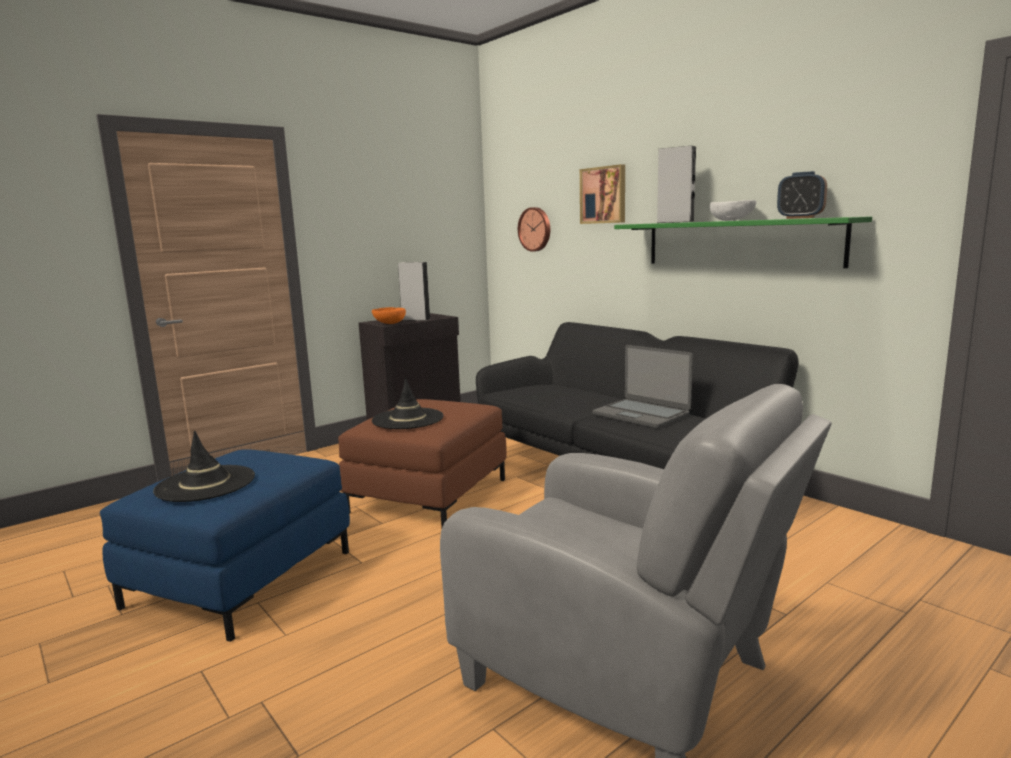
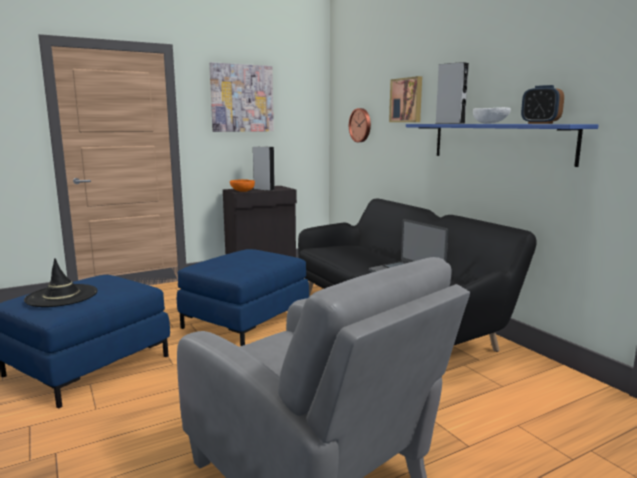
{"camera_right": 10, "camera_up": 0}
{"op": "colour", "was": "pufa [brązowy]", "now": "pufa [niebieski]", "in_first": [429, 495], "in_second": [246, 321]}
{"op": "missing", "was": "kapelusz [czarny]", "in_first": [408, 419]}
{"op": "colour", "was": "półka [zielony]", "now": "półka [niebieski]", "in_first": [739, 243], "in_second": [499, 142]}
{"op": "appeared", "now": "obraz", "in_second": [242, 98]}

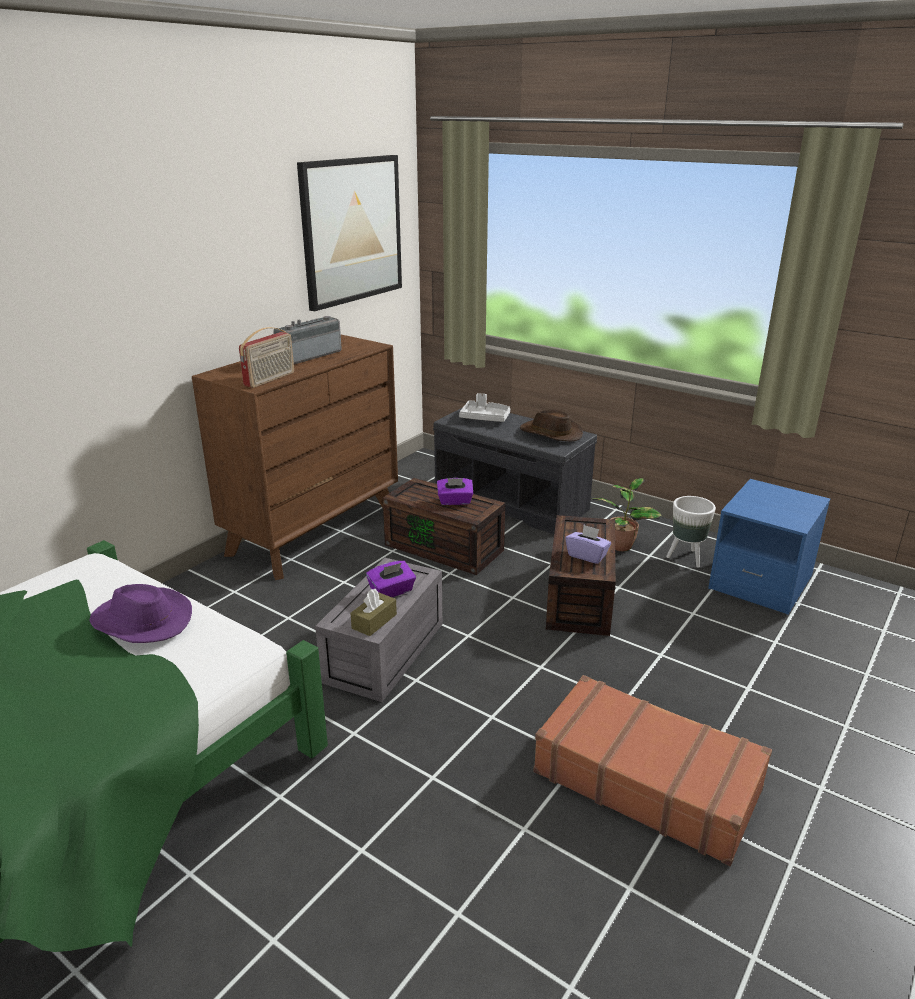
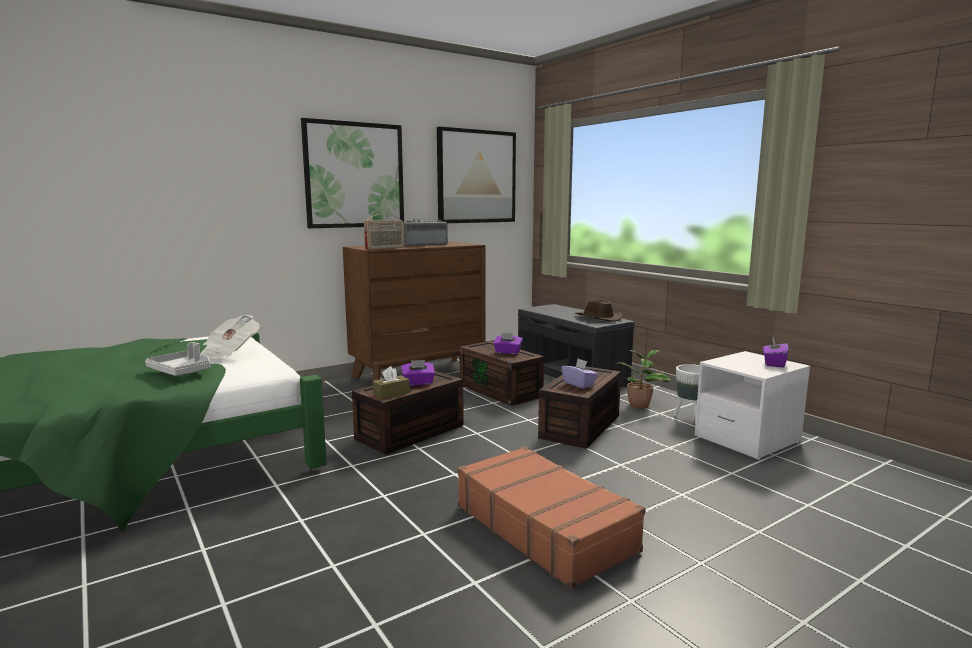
{"camera_right": 20, "camera_up": -15}
{"op": "exchanged", "was": "kapelusz [fioletowy]", "now": "gazeta", "in_first": [141, 621], "in_second": [229, 352]}
{"op": "colour", "was": "pojemnik do przechowywania [szary]", "now": "pojemnik do przechowywania [brązowy]", "in_first": [385, 654], "in_second": [410, 433]}
{"op": "relocated", "was": "taca [szary]", "in_first": [485, 418], "in_second": [182, 371]}
{"op": "colour", "was": "szafka nocna [niebieski]", "now": "szafka nocna [biały]", "in_first": [760, 583], "in_second": [747, 439]}
{"op": "appeared", "now": "obraz", "in_second": [354, 175]}
{"op": "appeared", "now": "pudełko chusteczek [fioletowy]", "in_second": [773, 363]}

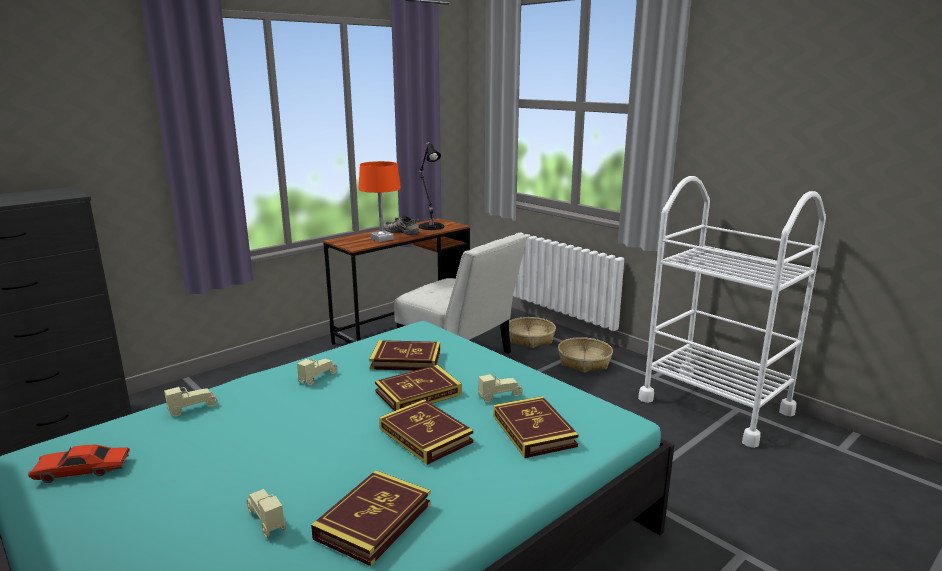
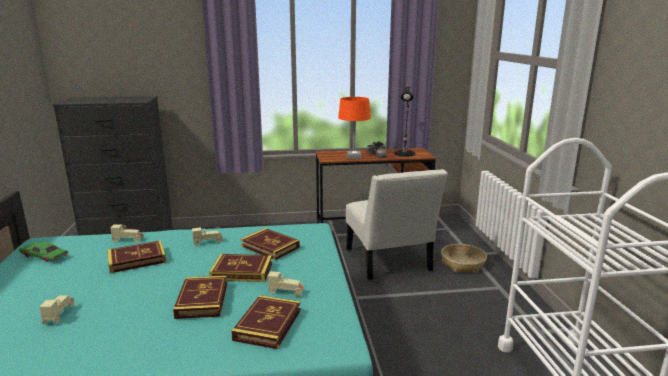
{"camera_right": 35, "camera_up": 0}
{"op": "colour", "was": "samochodzik [czerwony]", "now": "samochodzik [zielony]", "in_first": [83, 471], "in_second": [44, 256]}
{"op": "relocated", "was": "książka", "in_first": [373, 521], "in_second": [137, 260]}
{"op": "missing", "was": "koszyk", "in_first": [584, 361]}

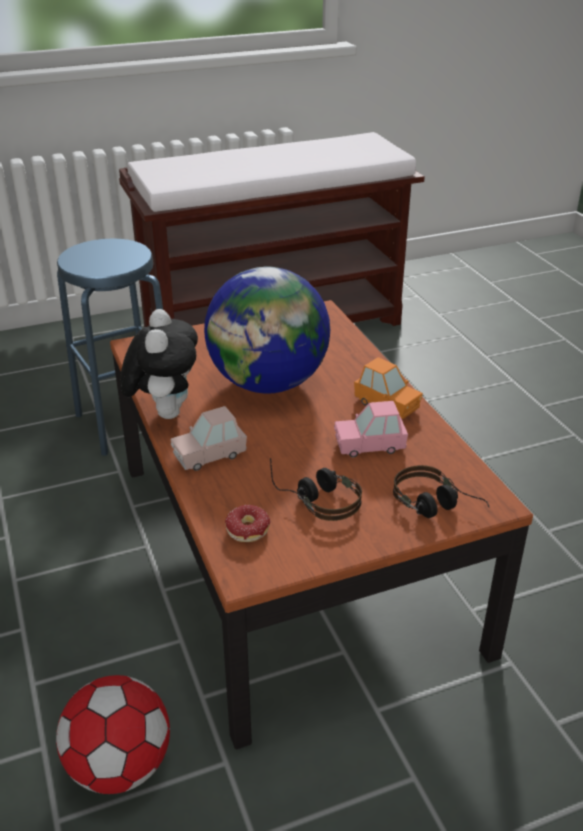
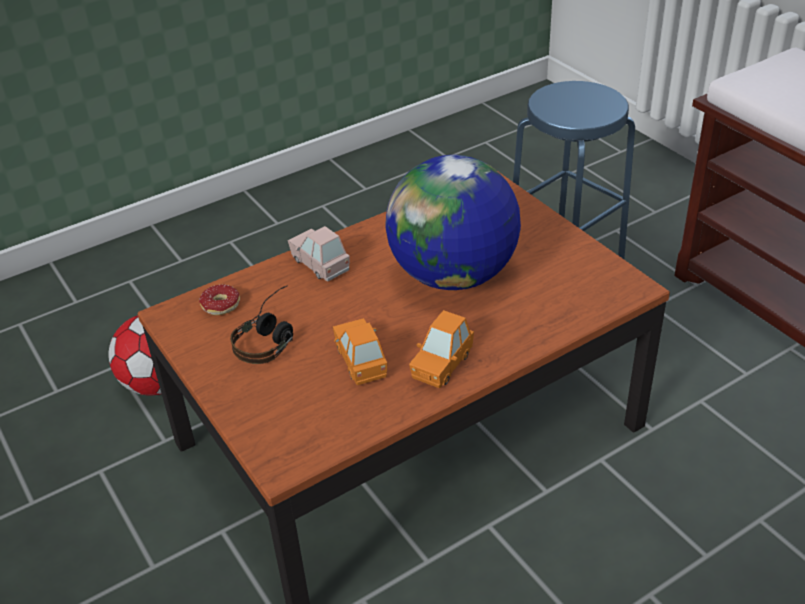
{"camera_right": 80, "camera_up": 5}
{"op": "missing", "was": "pluszak", "in_first": [164, 412]}
{"op": "colour", "was": "samochodzik [różowy]", "now": "samochodzik [pomarańczowy]", "in_first": [369, 446], "in_second": [360, 361]}
{"op": "missing", "was": "słuchawki", "in_first": [437, 508]}

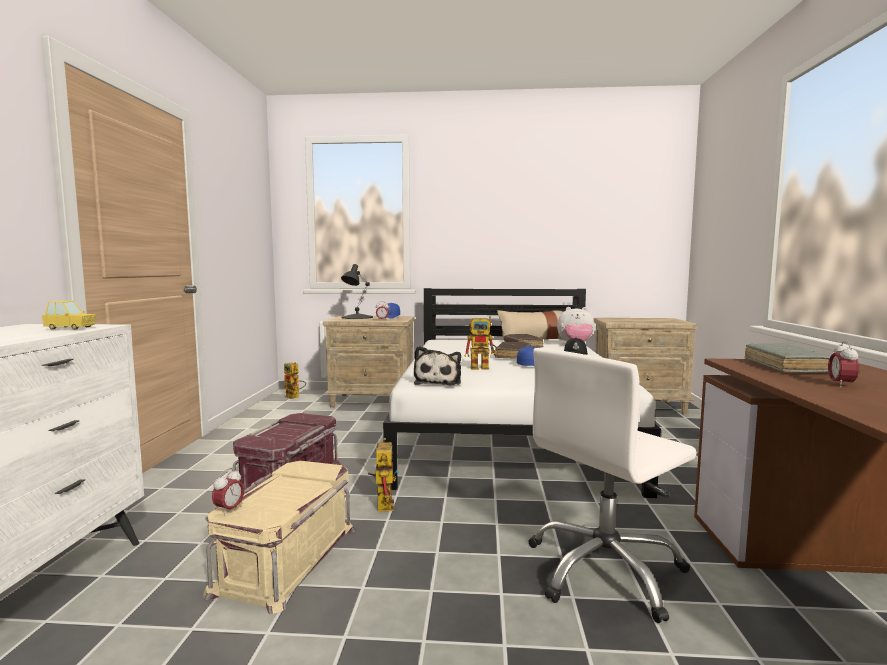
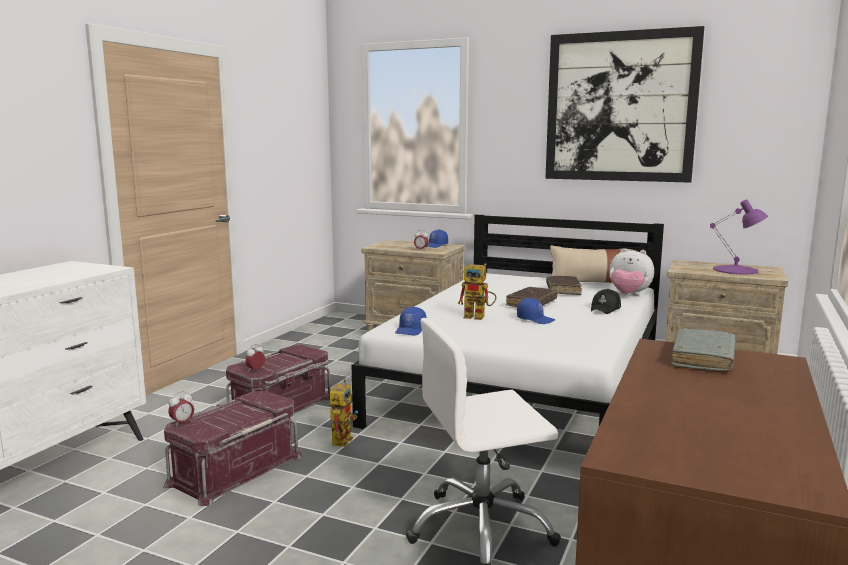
{"camera_right": 20, "camera_up": 5}
{"op": "missing", "was": "samochodzik [żółty]", "in_first": [70, 328]}
{"op": "colour", "was": "pojemnik do przechowywania [beżowy]", "now": "pojemnik do przechowywania [czerwony]", "in_first": [285, 558], "in_second": [234, 469]}
{"op": "missing", "was": "robot zabawkowy", "in_first": [295, 397]}
{"op": "missing", "was": "lampa stołowa [czarny]", "in_first": [356, 317]}
{"op": "exchanged", "was": "pluszak", "now": "czapka z daszkiem [niebieski]", "in_first": [438, 382], "in_second": [411, 330]}
{"op": "relocated", "was": "budzik", "in_first": [841, 385], "in_second": [255, 370]}
{"op": "appeared", "now": "obraz", "in_second": [620, 107]}
{"op": "appeared", "now": "lampa stołowa [fioletowy]", "in_second": [736, 270]}

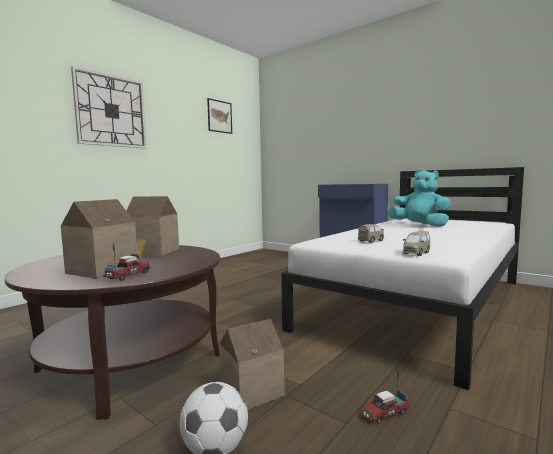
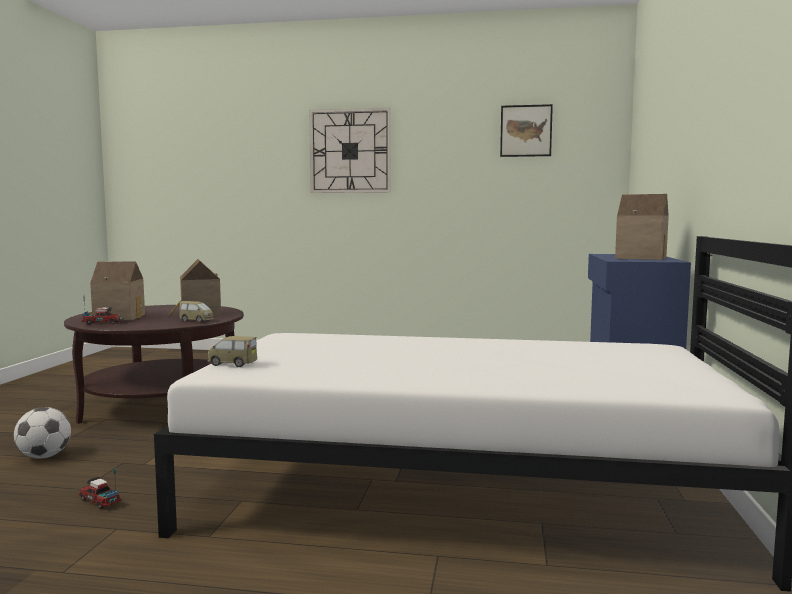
{"camera_right": 60, "camera_up": 0}
{"op": "relocated", "was": "domek", "in_first": [249, 390], "in_second": [640, 258]}
{"op": "relocated", "was": "samochodzik", "in_first": [371, 241], "in_second": [196, 321]}
{"op": "missing", "was": "pluszak [turkusowy]", "in_first": [420, 225]}

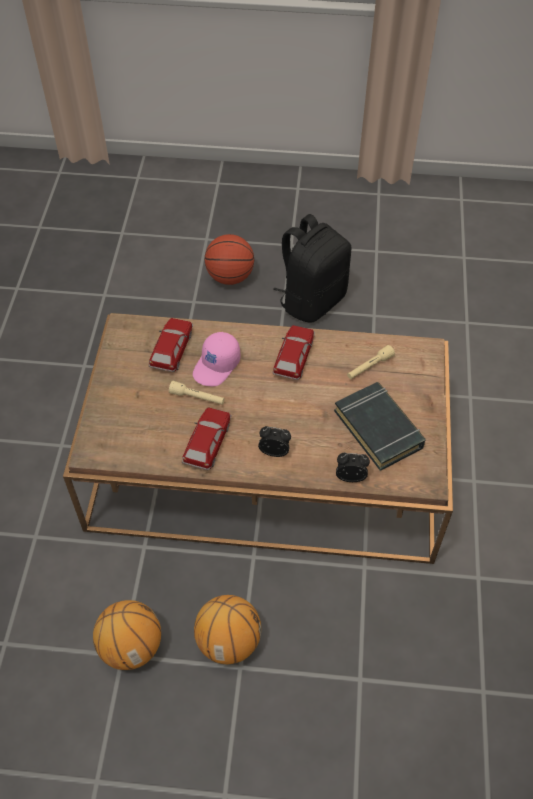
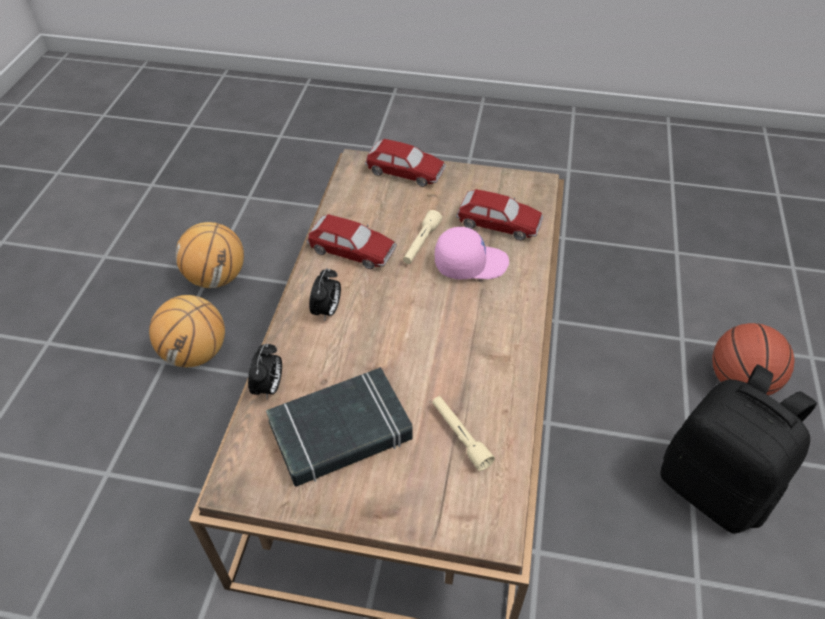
{"camera_right": 95, "camera_up": -5}
{"op": "spun", "was": "czapka z daszkiem [różowy]", "in_first": [217, 366], "in_second": [470, 263], "clockwise": 135}
{"op": "relocated", "was": "samochodzik", "in_first": [294, 357], "in_second": [405, 172]}

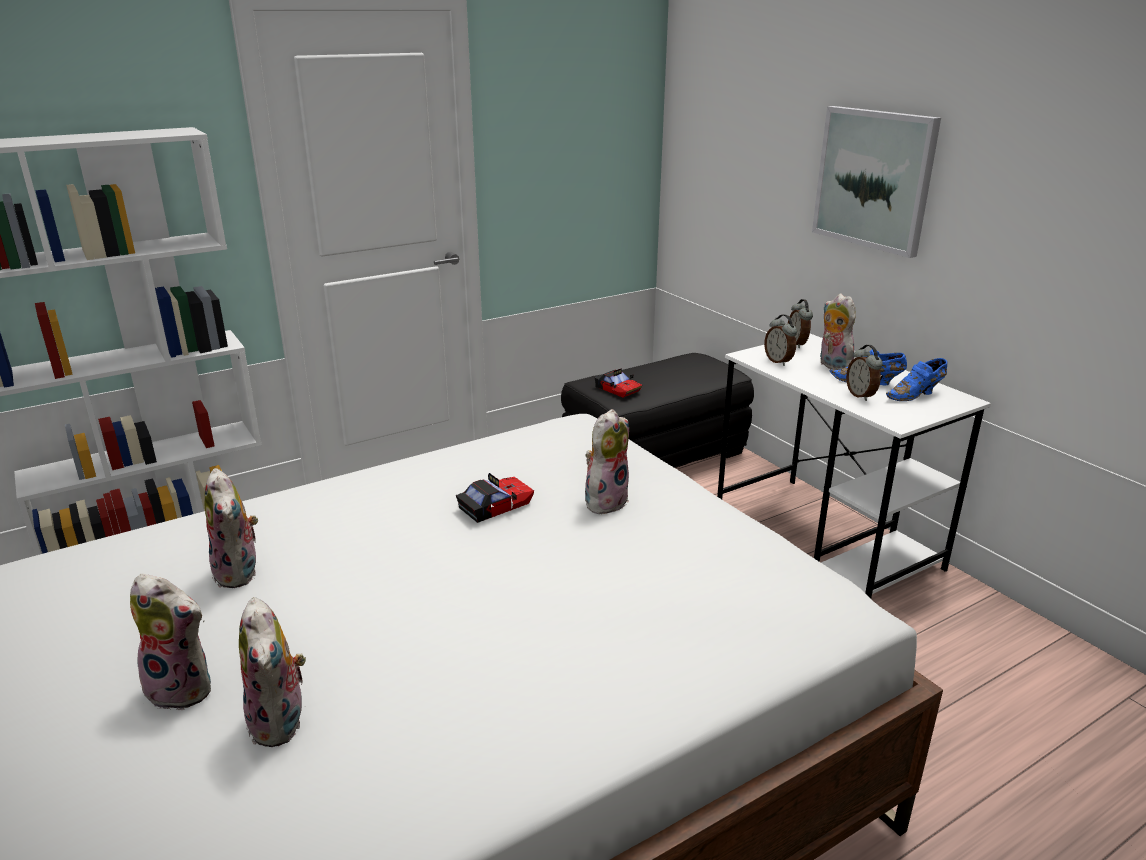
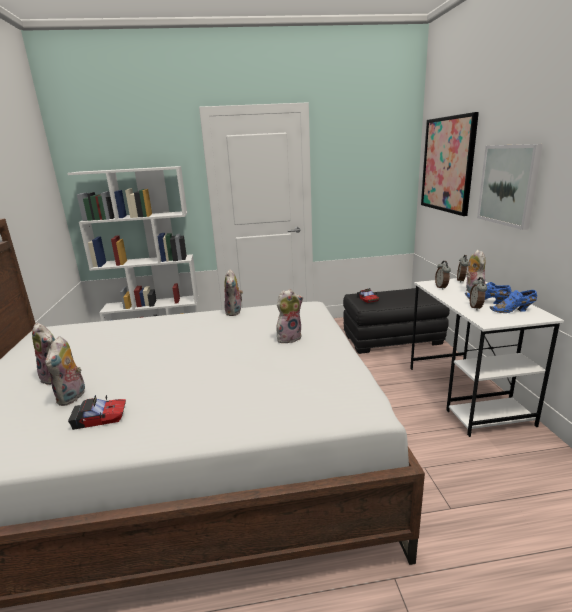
{"camera_right": 25, "camera_up": -5}
{"op": "relocated", "was": "pluszak", "in_first": [240, 573], "in_second": [235, 312]}
{"op": "relocated", "was": "samochodzik", "in_first": [495, 504], "in_second": [100, 417]}
{"op": "appeared", "now": "obraz", "in_second": [447, 164]}

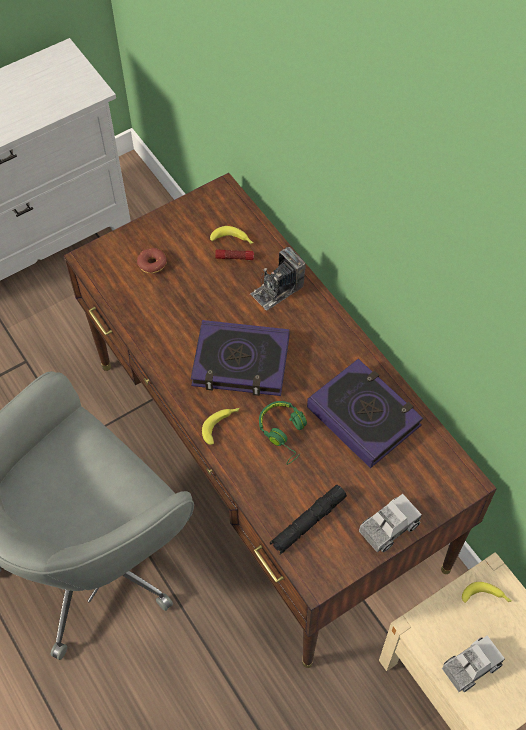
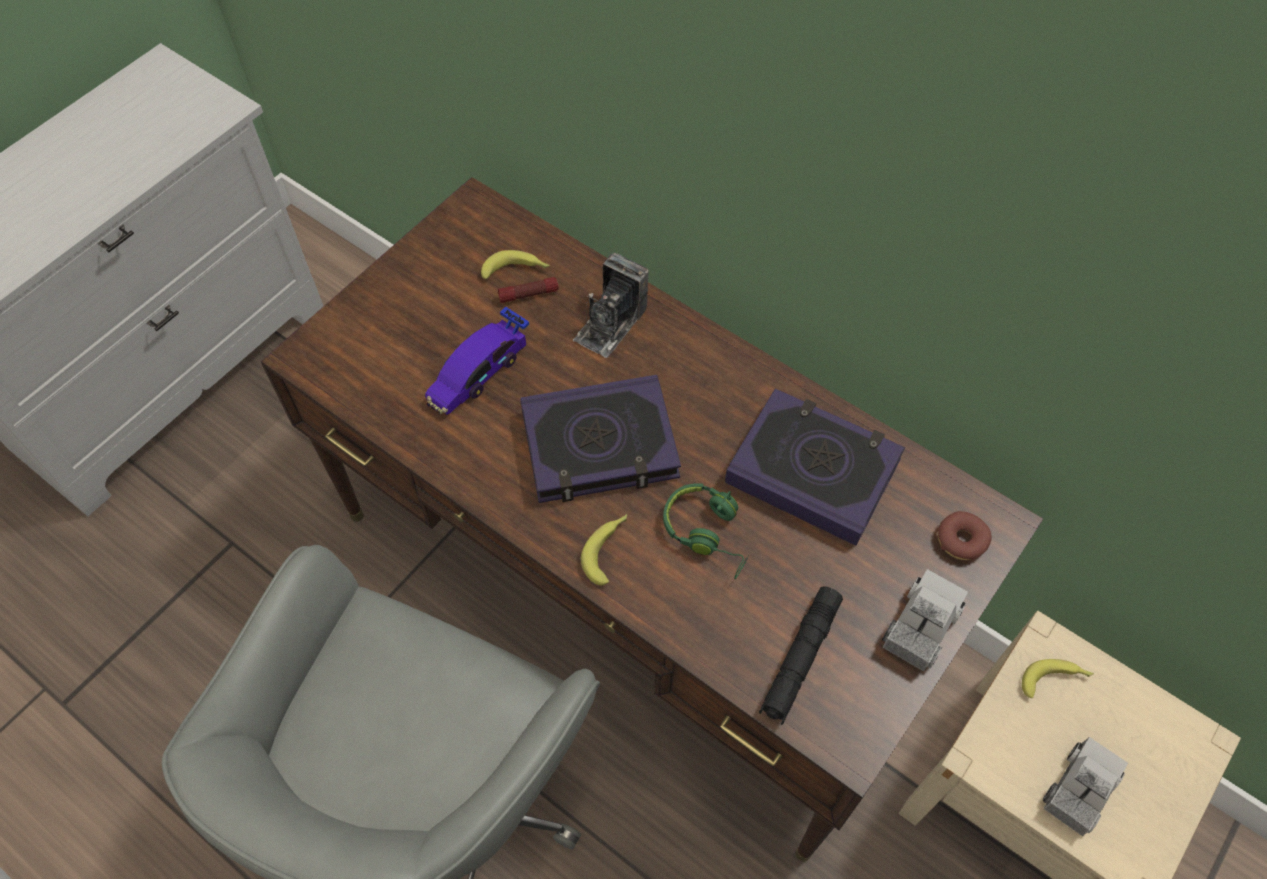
{"camera_right": -20, "camera_up": 0}
{"op": "relocated", "was": "donut", "in_first": [152, 264], "in_second": [961, 540]}
{"op": "appeared", "now": "samochodzik", "in_second": [478, 372]}

